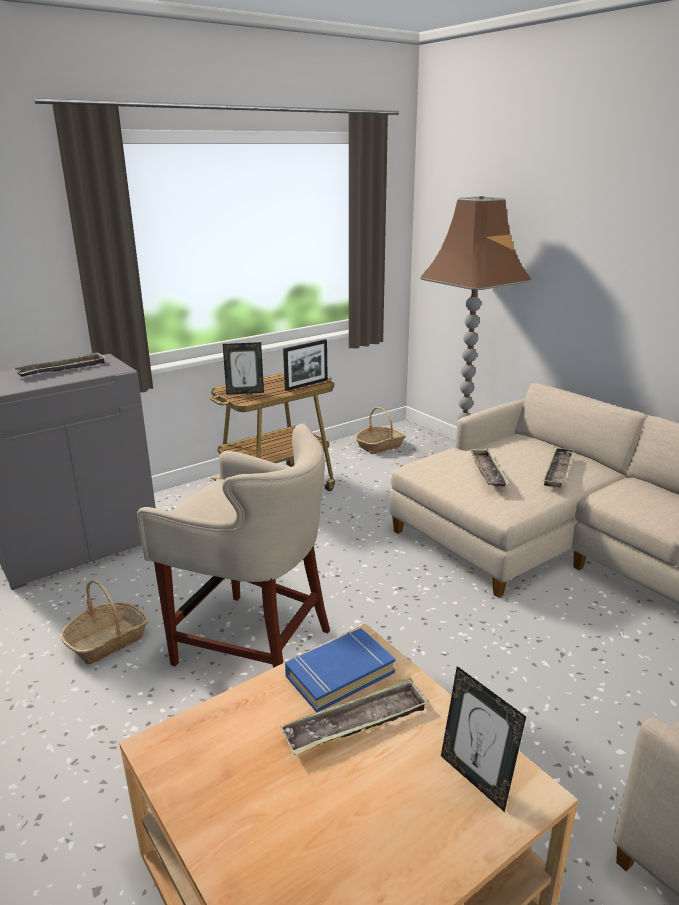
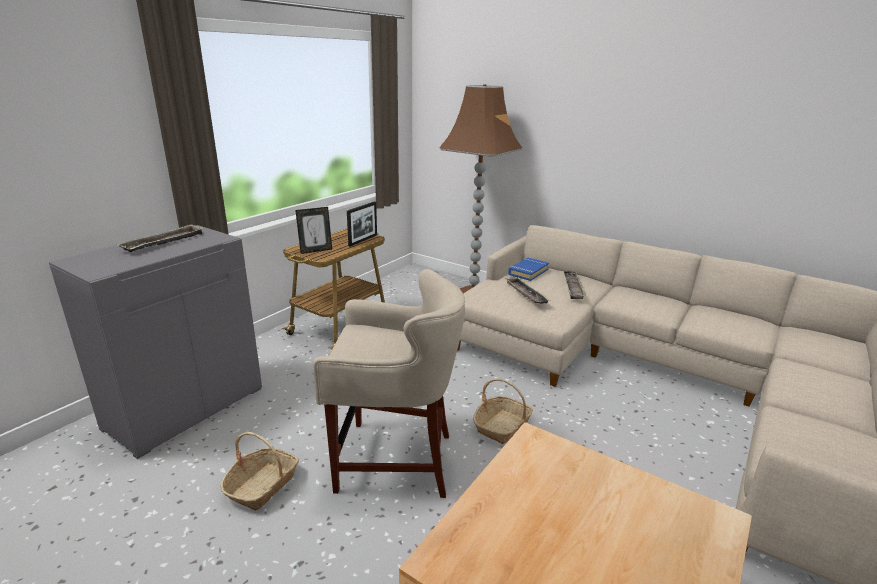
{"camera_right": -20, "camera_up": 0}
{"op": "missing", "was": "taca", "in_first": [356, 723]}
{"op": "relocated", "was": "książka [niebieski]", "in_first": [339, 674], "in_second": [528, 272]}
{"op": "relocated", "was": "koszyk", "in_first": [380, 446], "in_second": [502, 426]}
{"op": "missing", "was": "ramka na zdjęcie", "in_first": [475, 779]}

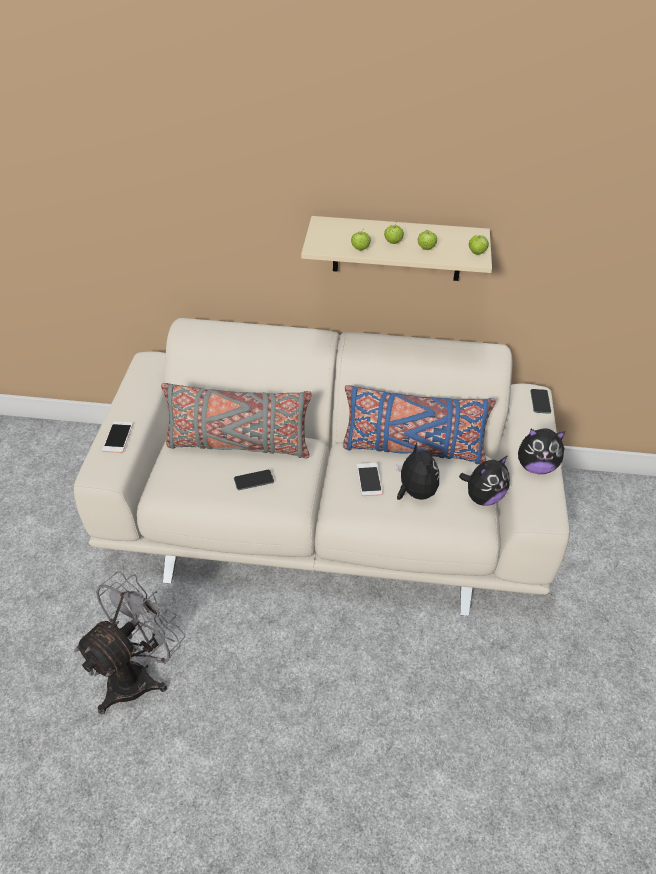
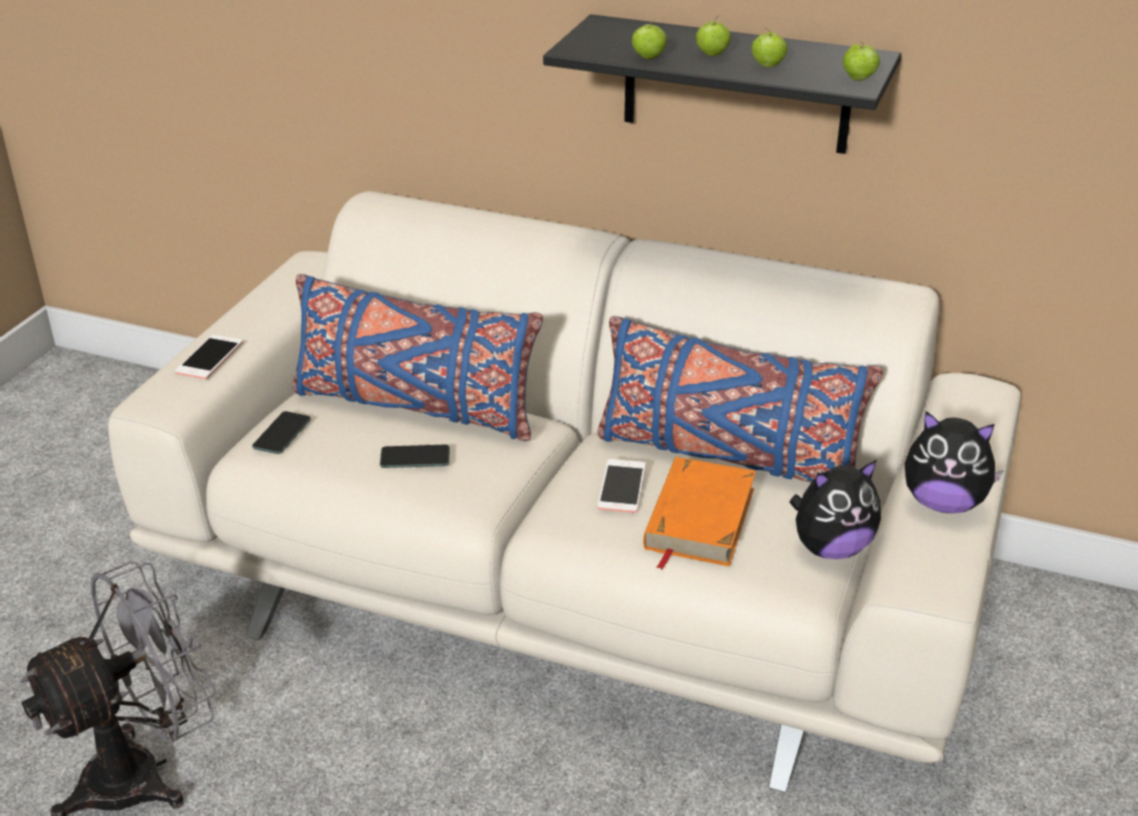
{"camera_right": 15, "camera_up": -10}
{"op": "colour", "was": "poduszka [szary]", "now": "poduszka [niebieski]", "in_first": [238, 445], "in_second": [414, 406]}
{"op": "colour", "was": "półka [beżowy]", "now": "półka [czarny]", "in_first": [397, 249], "in_second": [736, 85]}
{"op": "exchanged", "was": "pluszak", "now": "książka [pomarańczowy]", "in_first": [415, 493], "in_second": [698, 519]}
{"op": "relocated", "was": "telefon", "in_first": [540, 401], "in_second": [282, 433]}

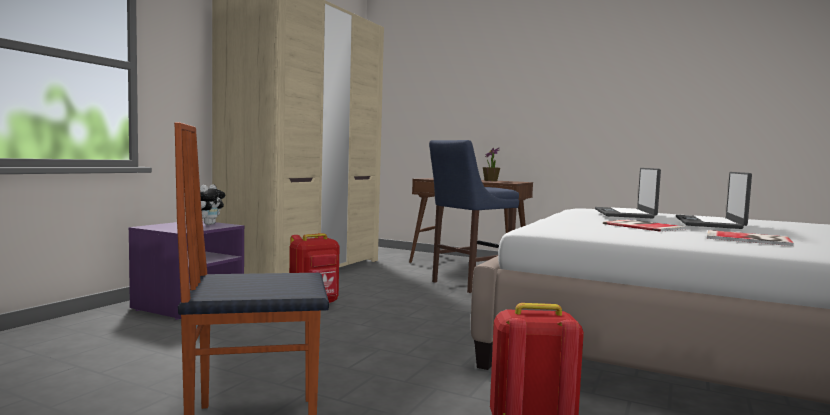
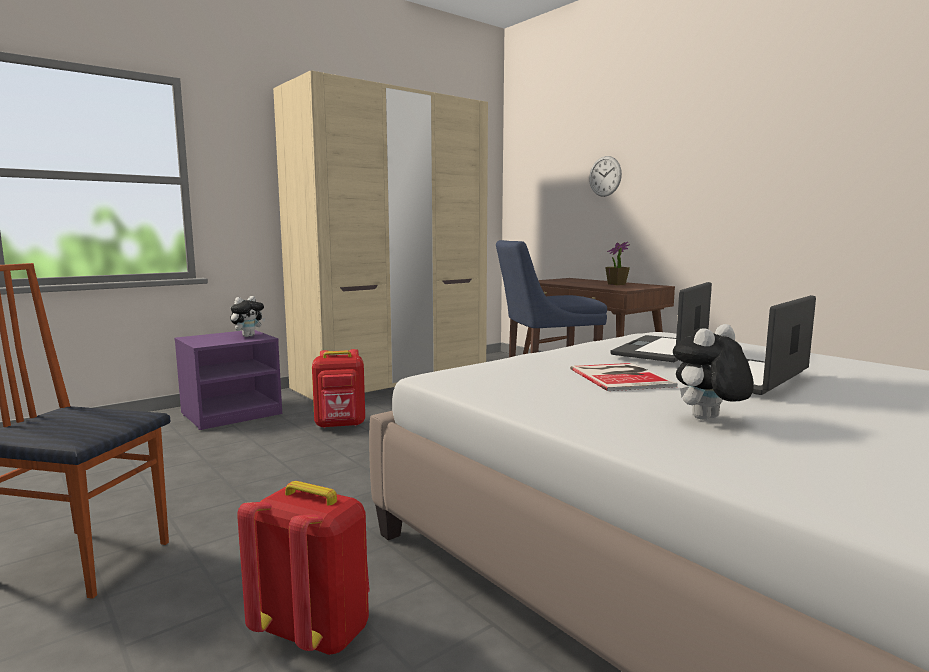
{"camera_right": 25, "camera_up": 5}
{"op": "exchanged", "was": "książka", "now": "pluszak", "in_first": [750, 239], "in_second": [708, 420]}
{"op": "appeared", "now": "zegar ścienny", "in_second": [605, 176]}

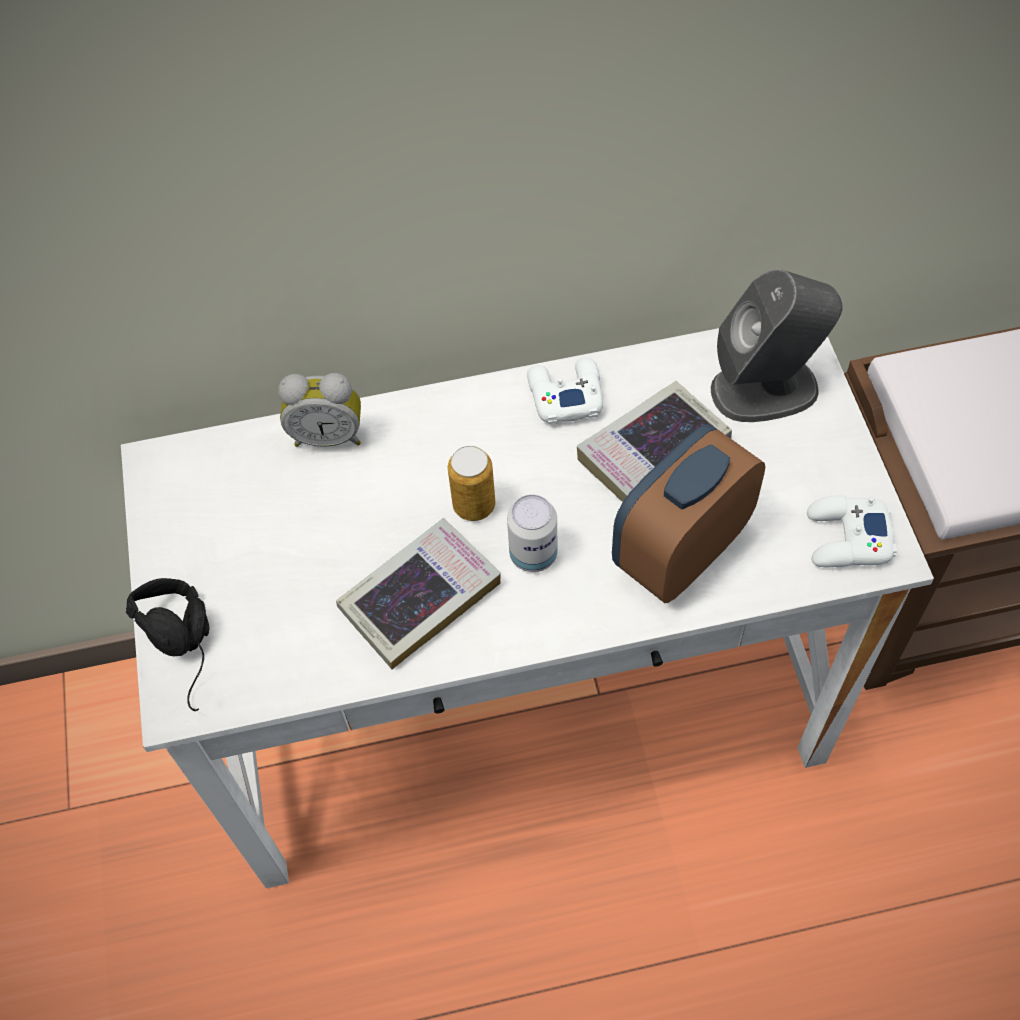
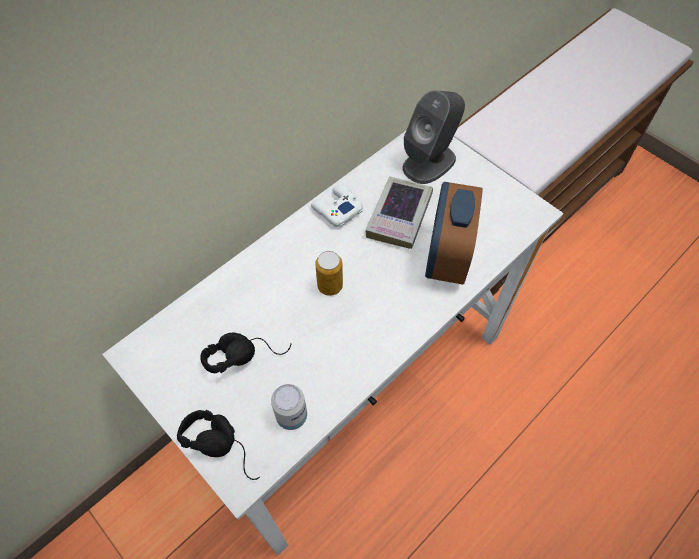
{"camera_right": -35, "camera_up": 0}
{"op": "missing", "was": "budzik", "in_first": [328, 435]}
{"op": "missing", "was": "książka", "in_first": [420, 597]}
{"op": "relocated", "was": "puszka", "in_first": [533, 554], "in_second": [291, 416]}
{"op": "missing", "was": "pad do gier [biały]", "in_first": [847, 539]}
{"op": "appeared", "now": "słuchawki [czarny]", "in_second": [246, 352]}

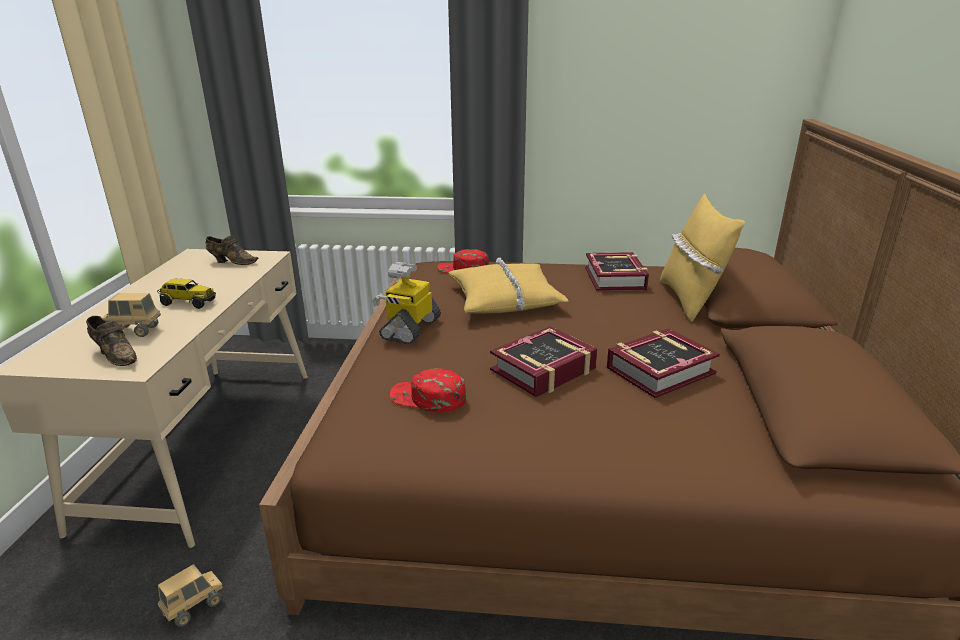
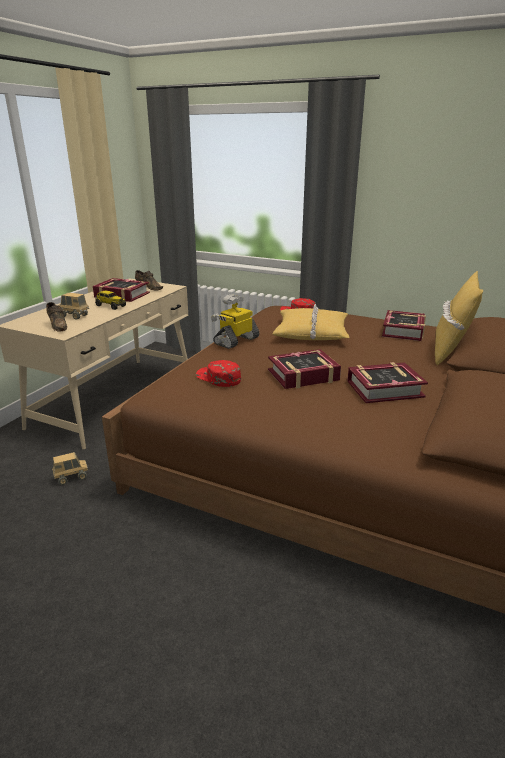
{"camera_right": 20, "camera_up": 0}
{"op": "appeared", "now": "książka", "in_second": [122, 295]}

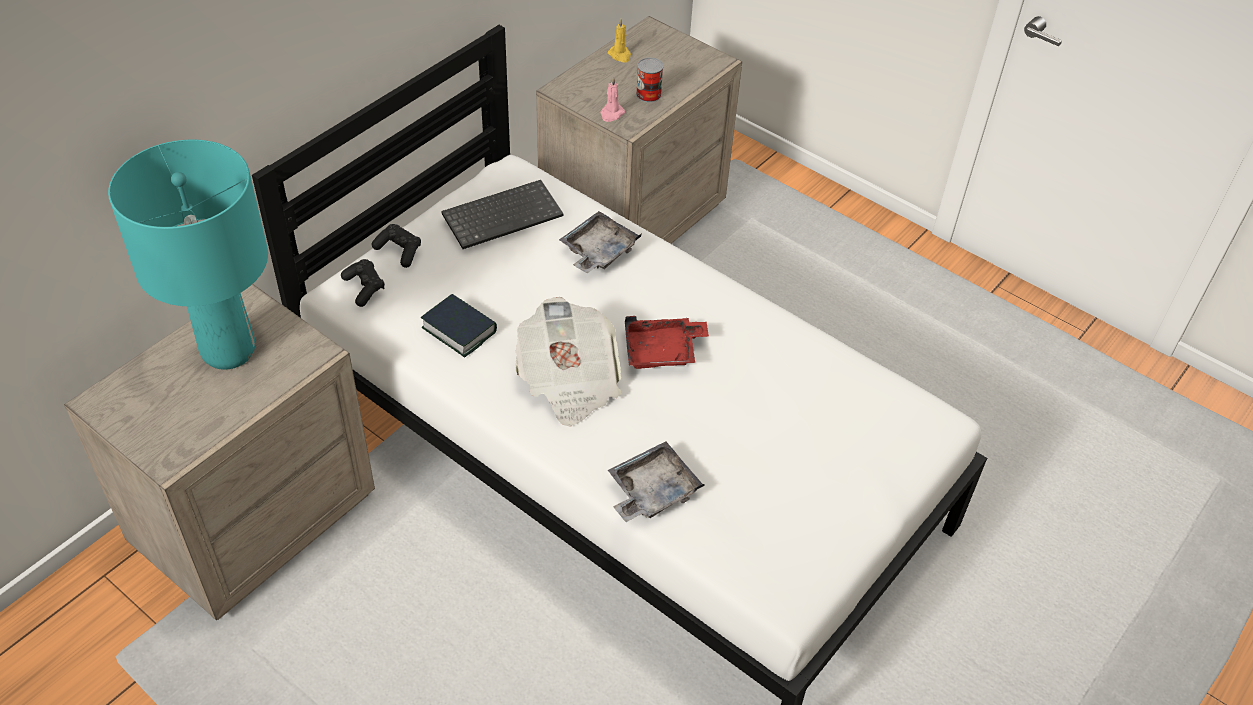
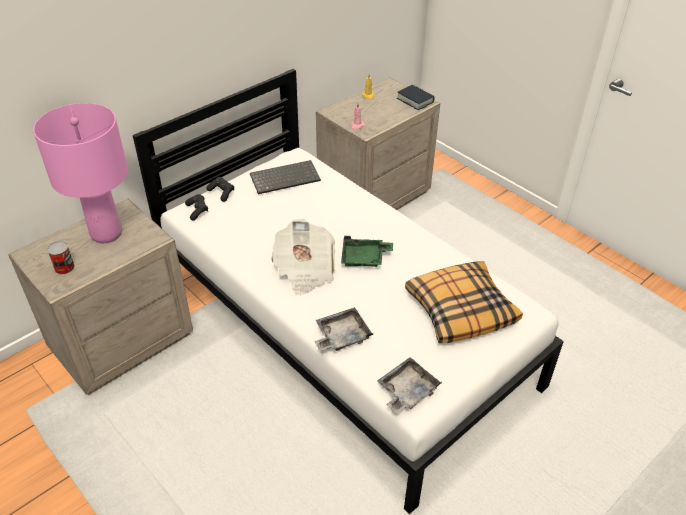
{"camera_right": 10, "camera_up": -5}
{"op": "colour", "was": "lampa stołowa [turkusowy]", "now": "lampa stołowa [różowy]", "in_first": [227, 351], "in_second": [106, 233]}
{"op": "relocated", "was": "książka", "in_first": [459, 330], "in_second": [415, 100]}
{"op": "relocated", "was": "taca [szary]", "in_first": [598, 252], "in_second": [406, 391]}
{"op": "colour", "was": "taca [czerwony]", "now": "taca [zielony]", "in_first": [662, 351], "in_second": [364, 258]}
{"op": "relocated", "was": "puszka", "in_first": [648, 94], "in_second": [64, 267]}
{"op": "appeared", "now": "poduszka", "in_second": [460, 309]}

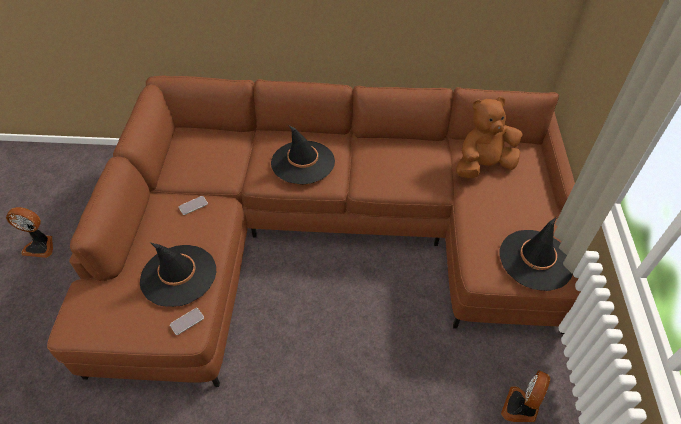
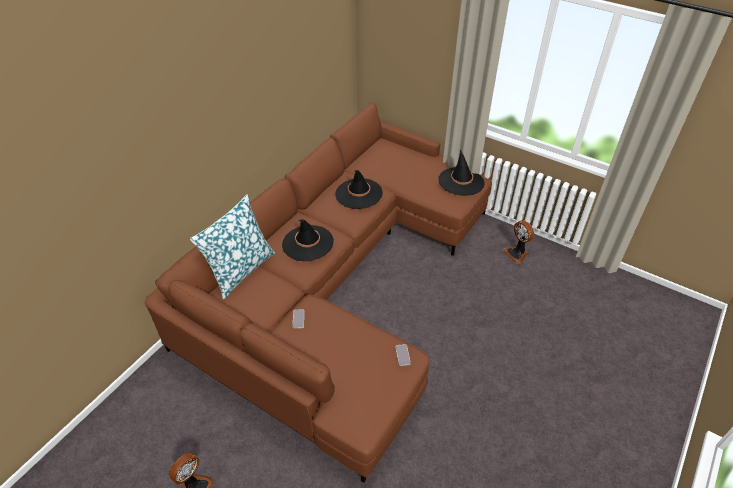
{"camera_right": -60, "camera_up": -5}
{"op": "relocated", "was": "kapelusz [czarny]", "in_first": [178, 275], "in_second": [358, 194]}
{"op": "missing", "was": "pluszak [brązowy]", "in_first": [483, 166]}
{"op": "appeared", "now": "poduszka", "in_second": [240, 270]}

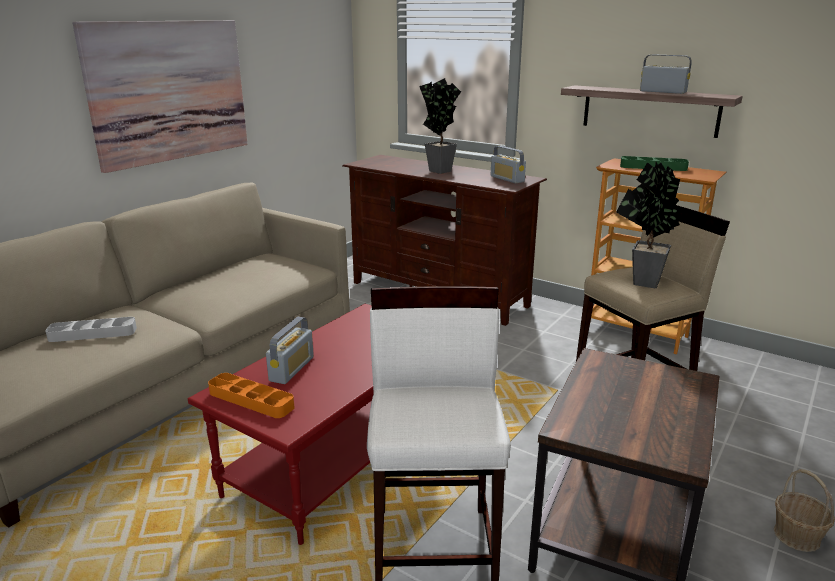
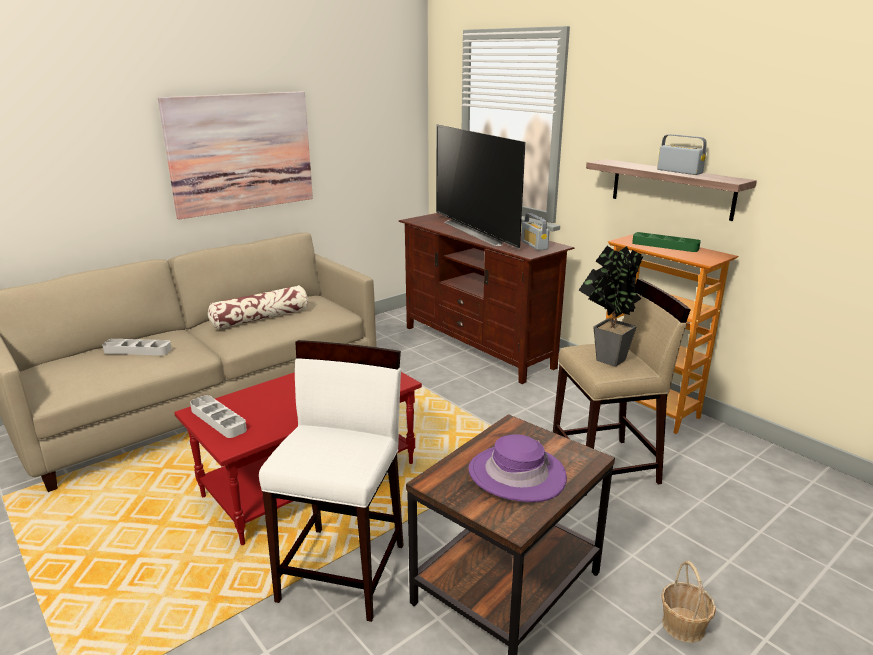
{"camera_right": 15, "camera_up": 0}
{"op": "colour", "was": "taca [pomarańczowy]", "now": "taca [szary]", "in_first": [251, 400], "in_second": [218, 420]}
{"op": "missing", "was": "radio", "in_first": [292, 369]}
{"op": "exchanged", "was": "roślina doniczkowa", "now": "telewizor", "in_first": [439, 170], "in_second": [479, 231]}
{"op": "appeared", "now": "poduszka", "in_second": [261, 318]}
{"op": "appeared", "now": "kapelusz [fioletowy]", "in_second": [516, 474]}

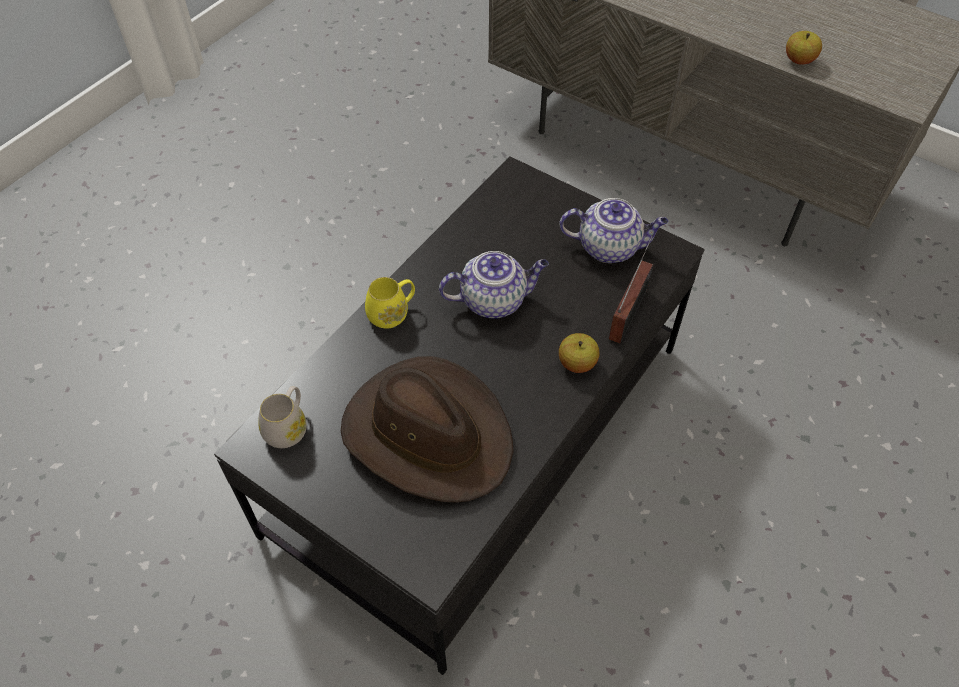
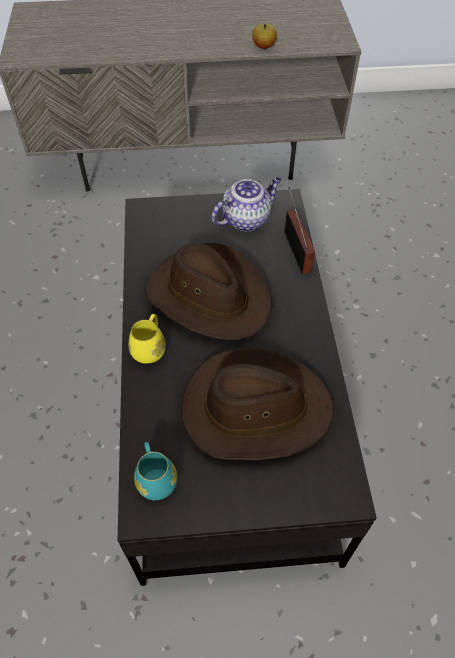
{"camera_right": -40, "camera_up": 0}
{"op": "colour", "was": "kubek [biały]", "now": "kubek [turkusowy]", "in_first": [288, 427], "in_second": [155, 477]}
{"op": "exchanged", "was": "imbryk", "now": "kapelusz [brązowy]", "in_first": [494, 300], "in_second": [209, 295]}
{"op": "missing", "was": "jabłko", "in_first": [577, 363]}

